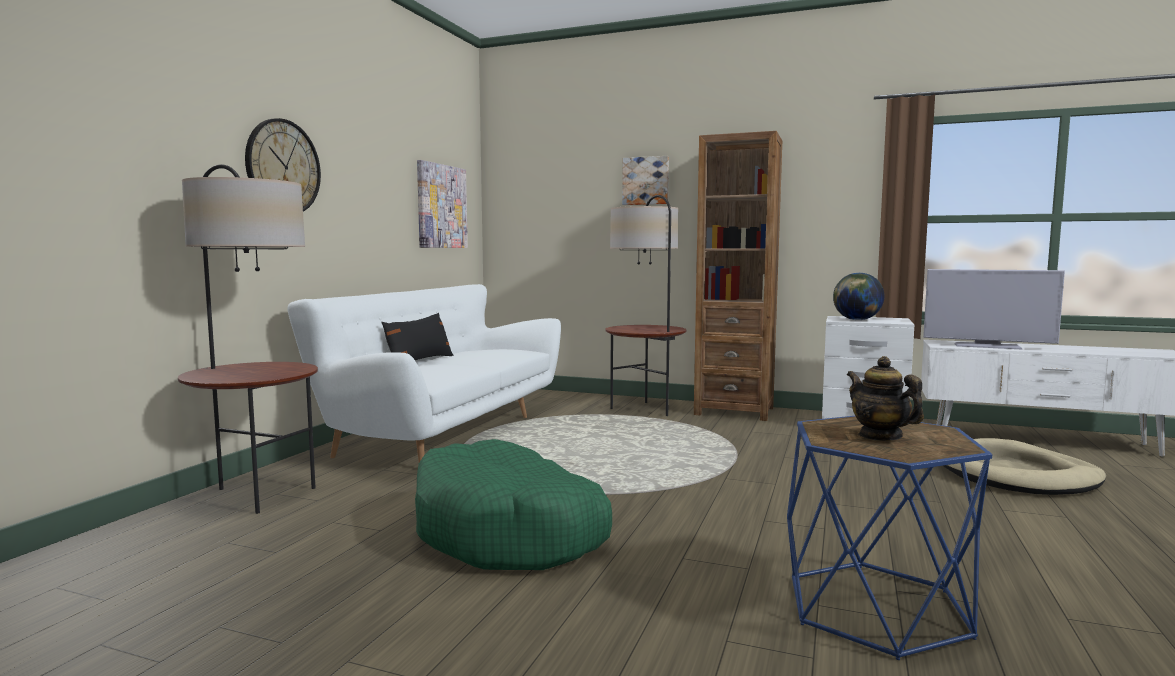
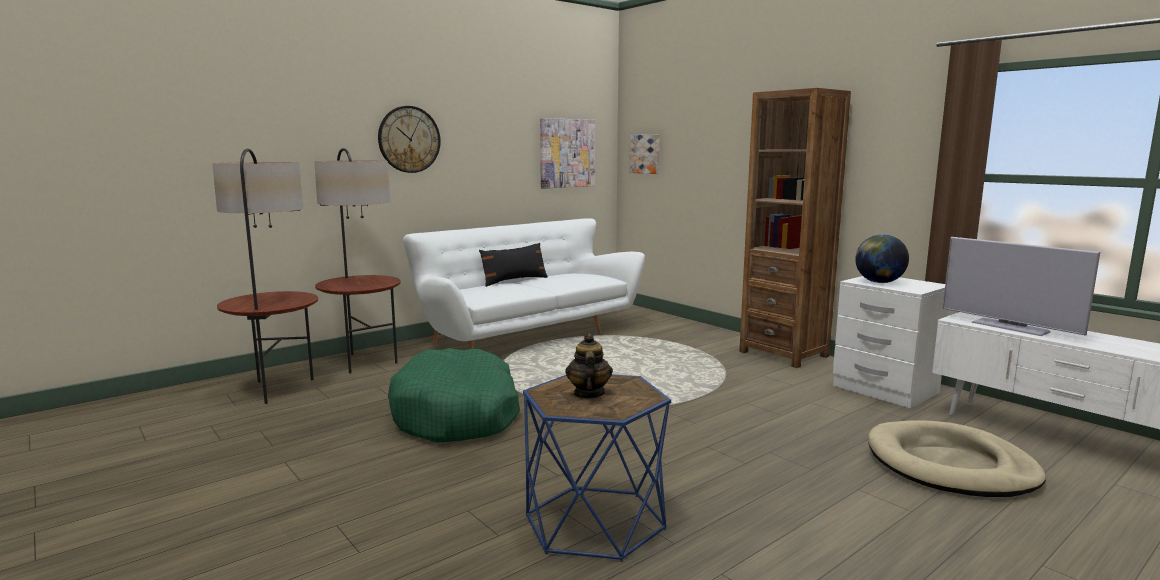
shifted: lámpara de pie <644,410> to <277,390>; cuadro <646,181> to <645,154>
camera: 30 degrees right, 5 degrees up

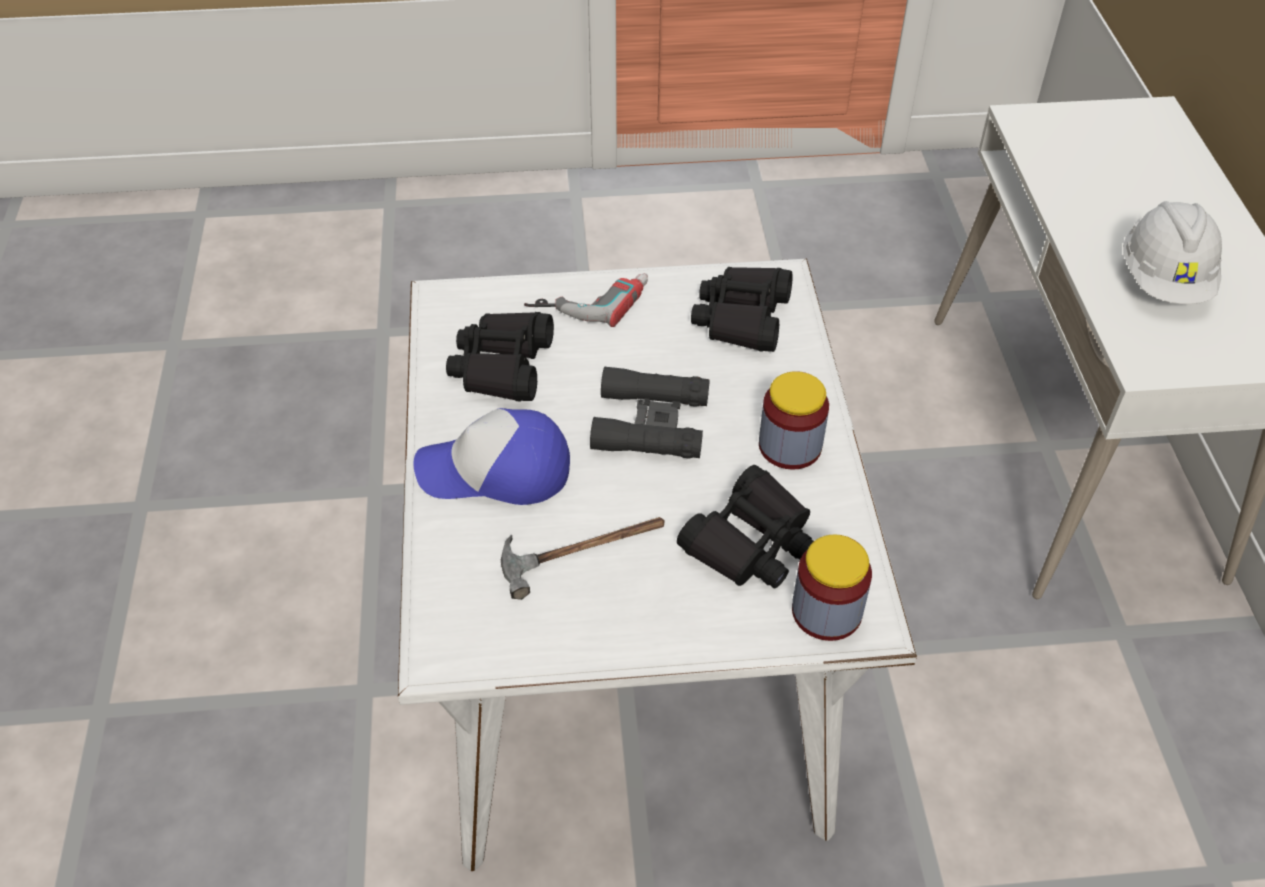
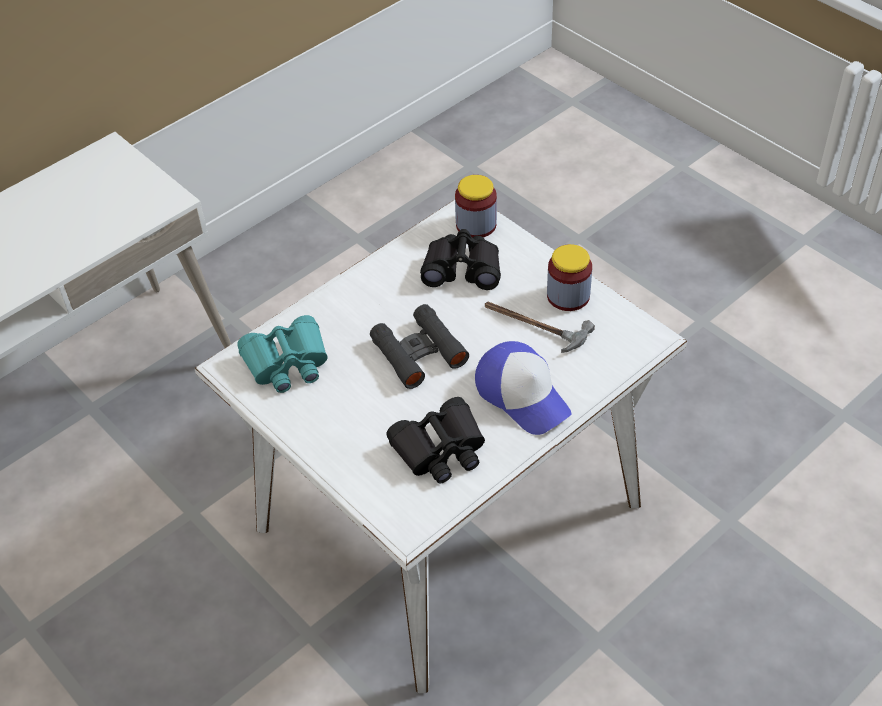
gone: taladro <589,298>; casco/blanco <1164,280>
shifted: tarro <790,446> to <568,296>
repainted: prismáticos/negro <742,318> to prismáticos/turquesa <287,363>
camera: 125 degrees left, 0 degrees up

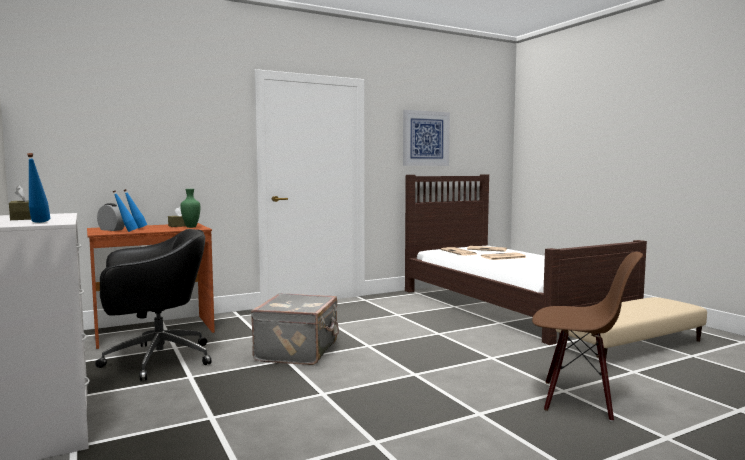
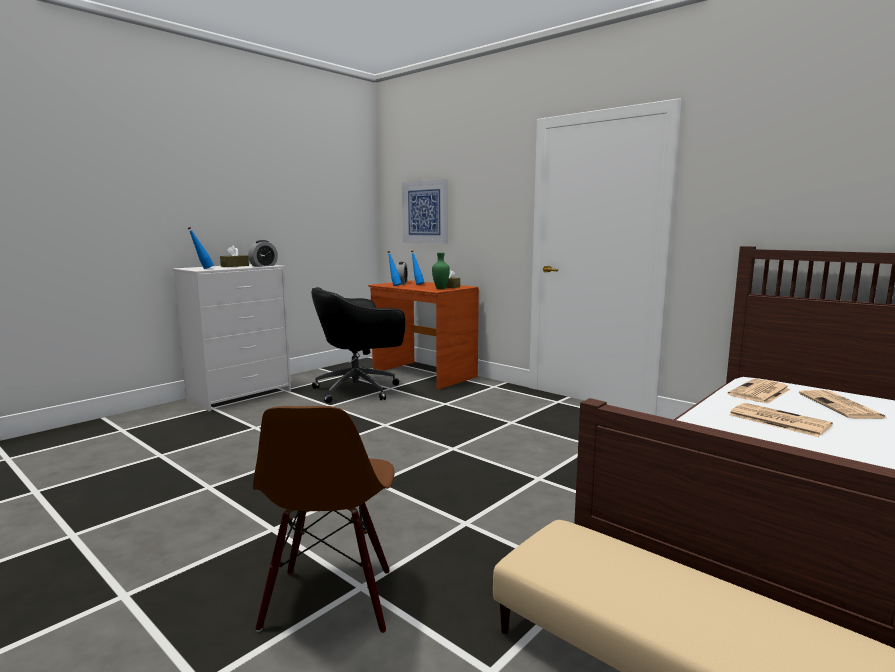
gone: maleta/gris <298,351>
new: despertador <263,266>
shifted: cuadro <426,138> to <425,212>
rotated: silla de oficina/negro <155,360> = <359,390> 105 degrees clockwise
camera: 70 degrees right, 5 degrees up

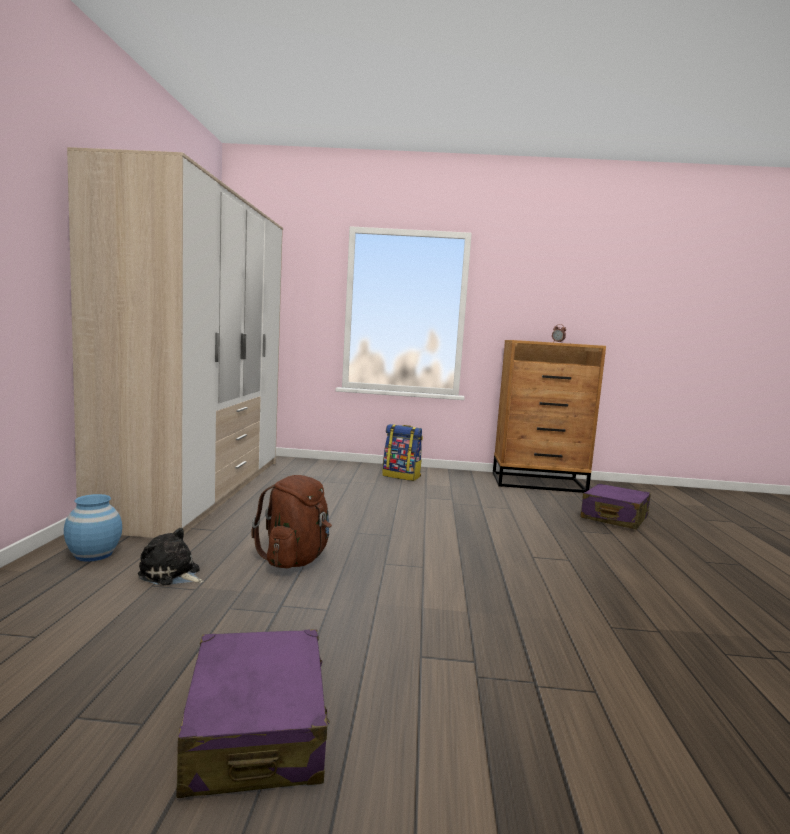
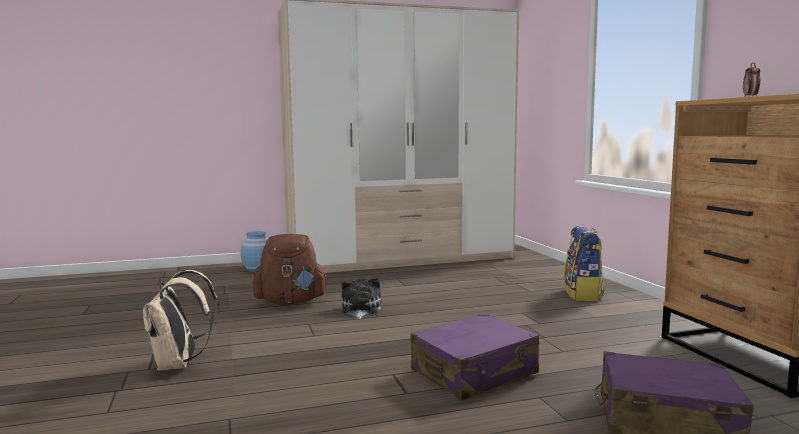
new: mochila/beis <179,365>
shifted: peluche <171,574> to <360,310>; maleta/morado <256,730> to <474,372>
camera: 70 degrees right, 0 degrees up

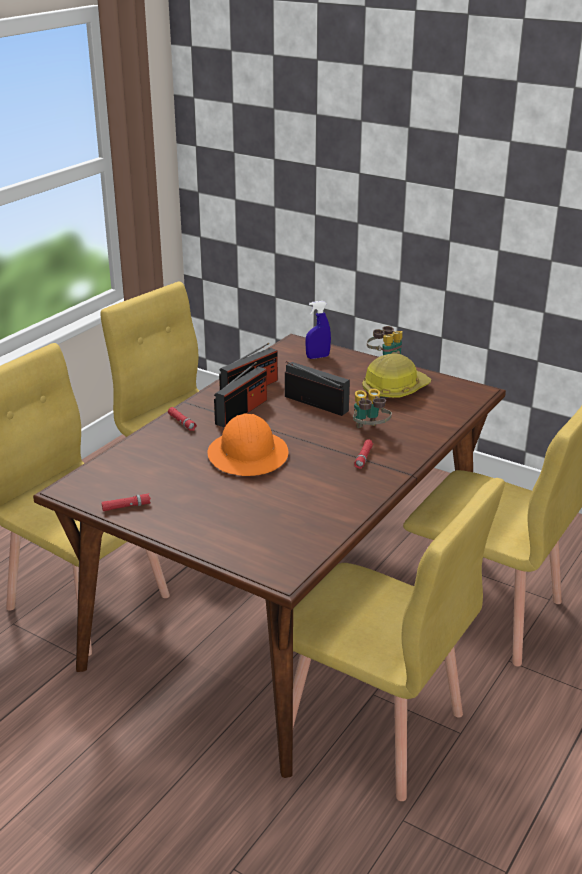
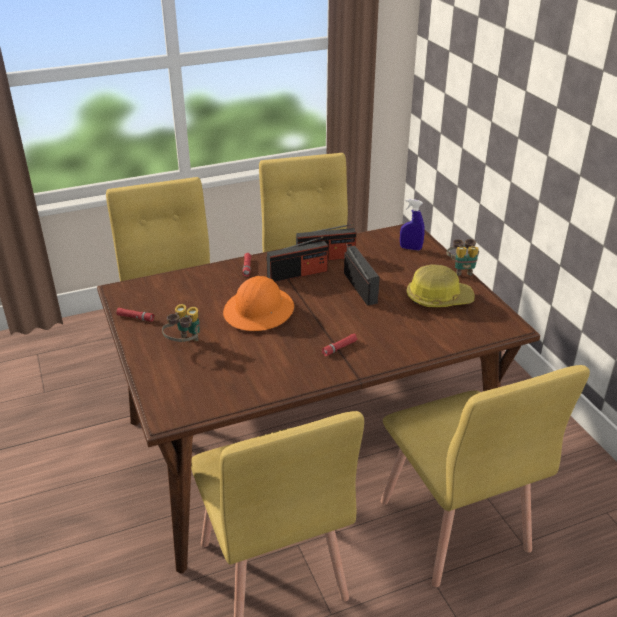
shifted: prismáticos <369,431> to <185,344>
camera: 35 degrees right, 5 degrees up

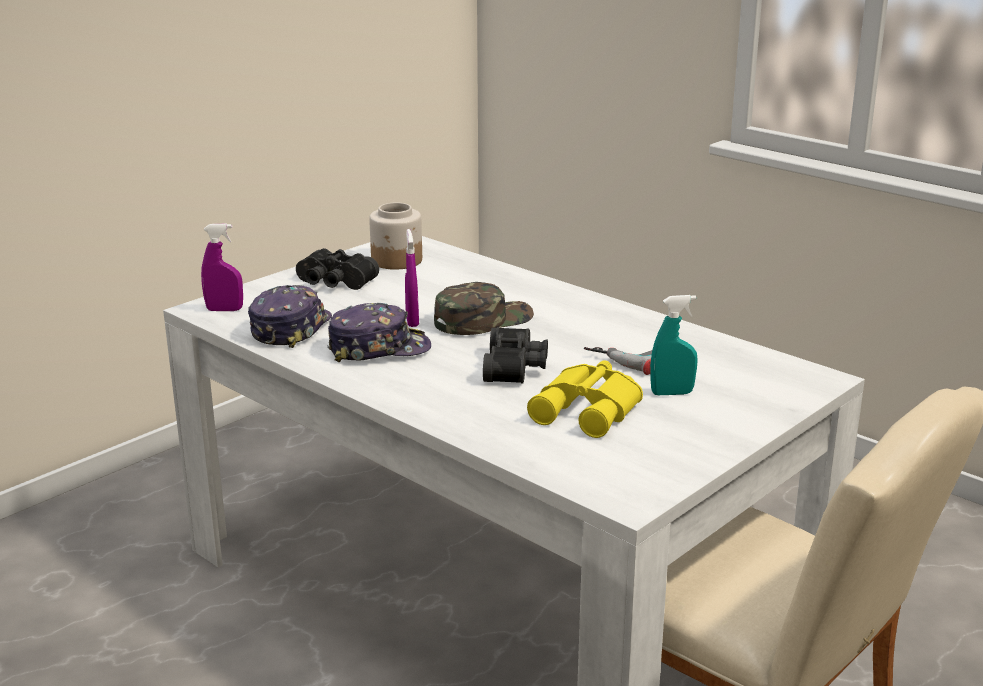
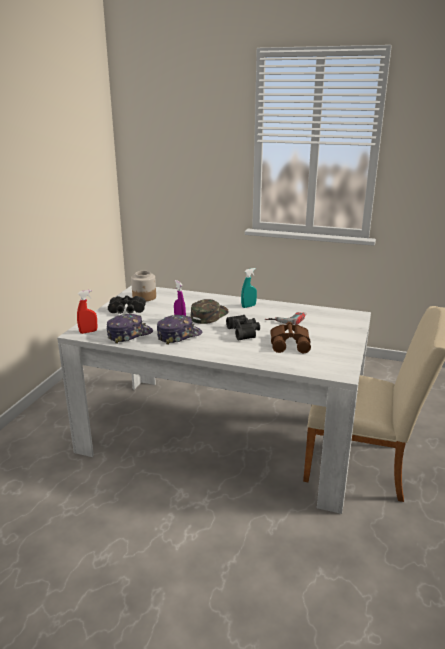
shifted: pulverizador/turquesa <672,393> to <248,306>
repainted: pulverizador/morado <224,310> to pulverizador/rojo <88,332>; prismáticos/amarillo <590,410> to prismáticos/marrón <291,343>
rotated: gorra <290,329> = <129,334> 60 degrees clockwise
camera: 25 degrees left, 0 degrees up

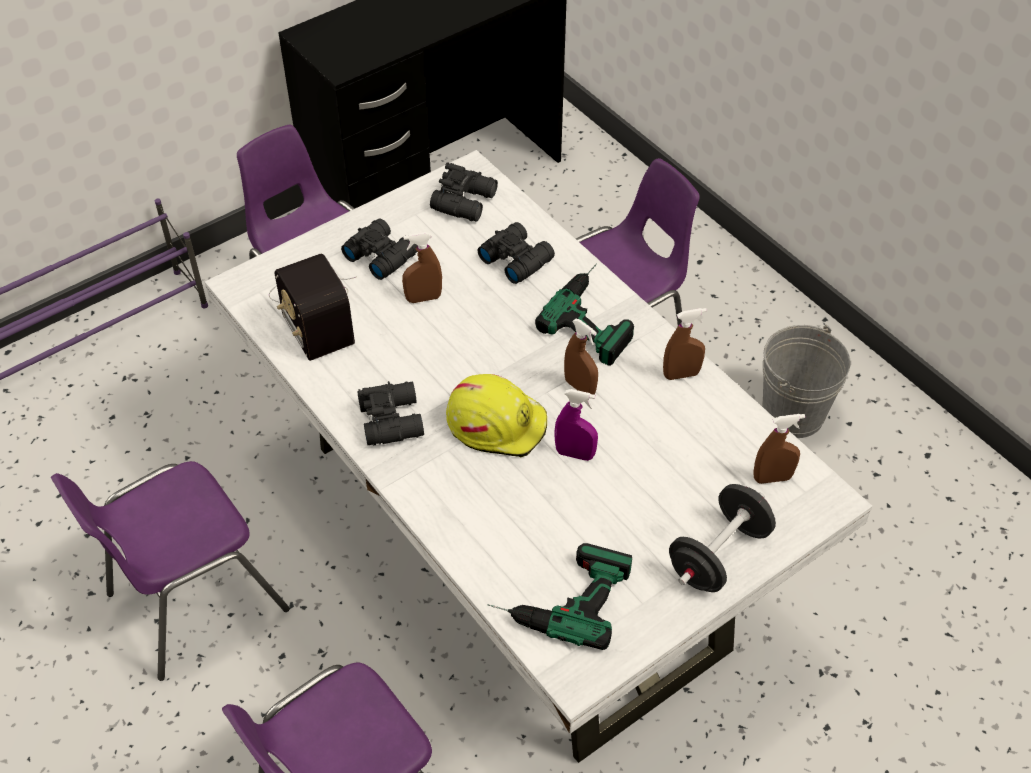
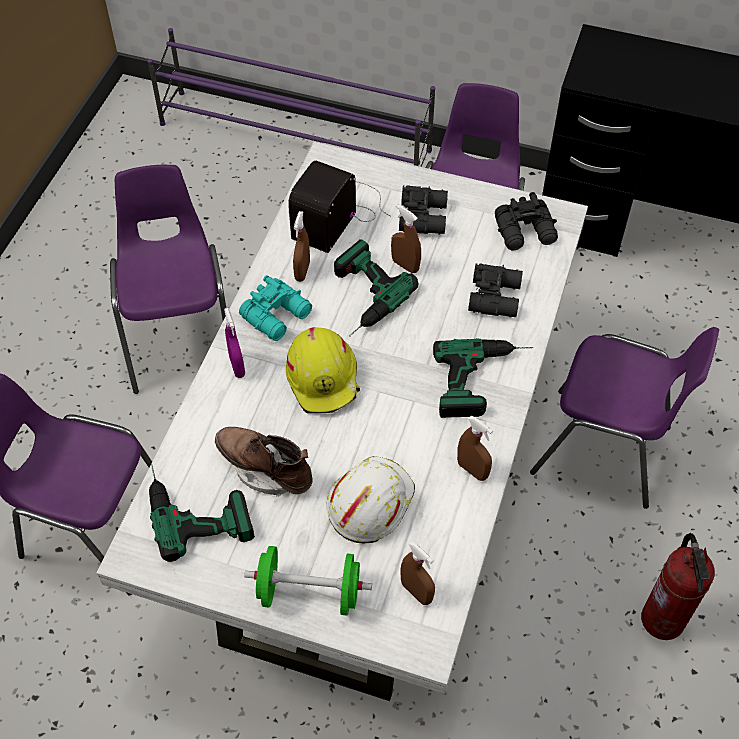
new: bota/marrón <265,469>; casco/blanco <369,502>; taladro <359,297>
shifted: pulverizador/morado <575,454> to <237,366>; pulverizador/marrón <580,387> to <302,271>
swapped: cubo/gris <793,413> to extintor <663,620>
repainted: prismáticos/negro <392,419> to prismáticos/turquesa <278,315>; mancuerna/negro <718,555> to mancuerna/verde <309,592>
rotated: silla/morado <192,602> = <181,338> 60 degrees clockwise
camera: 55 degrees right, 5 degrees up

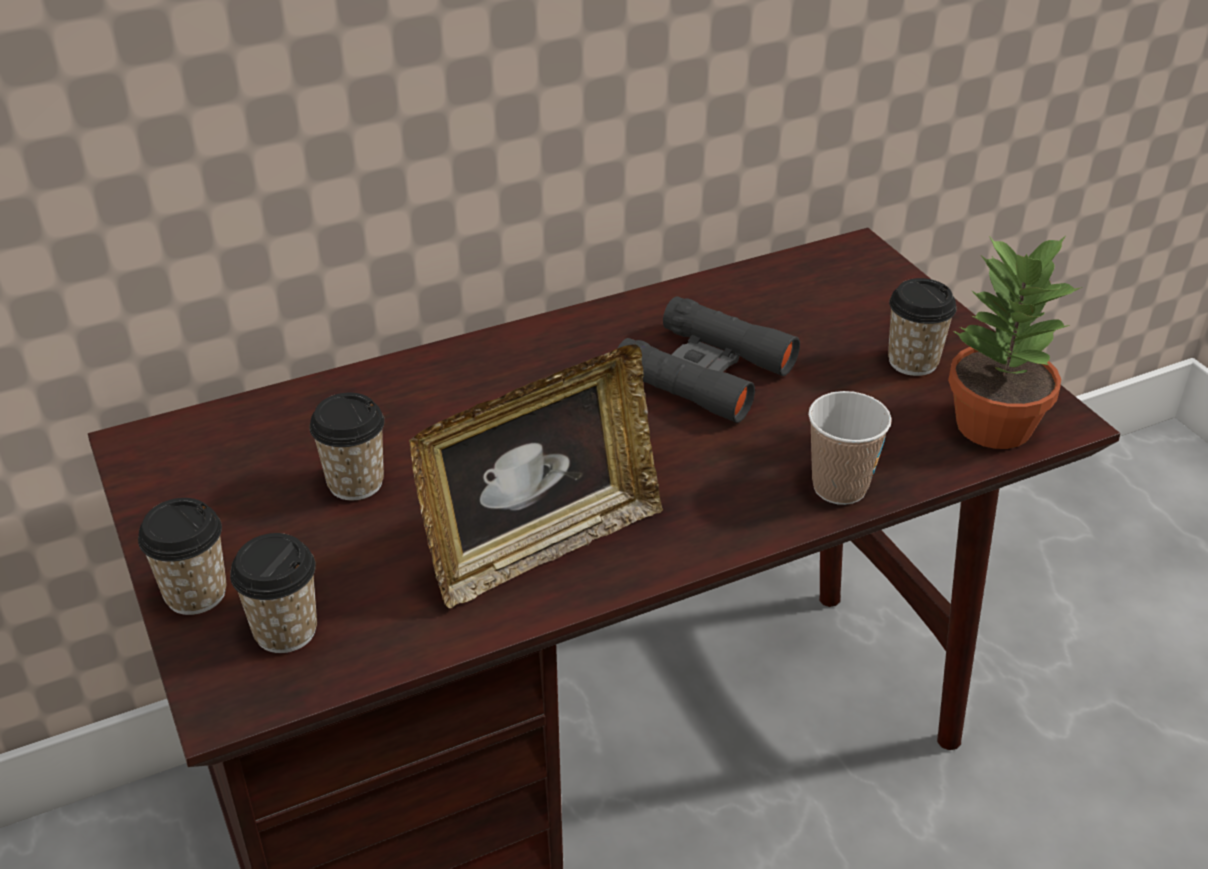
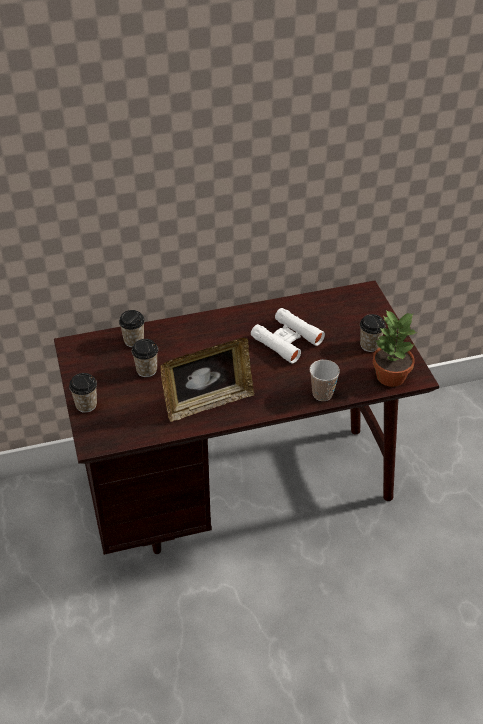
shifted: taza <285,631> to <134,341>
repainted: prismáticos/negro <705,372> to prismáticos/blanco <287,340>
camera: 10 degrees right, 5 degrees up

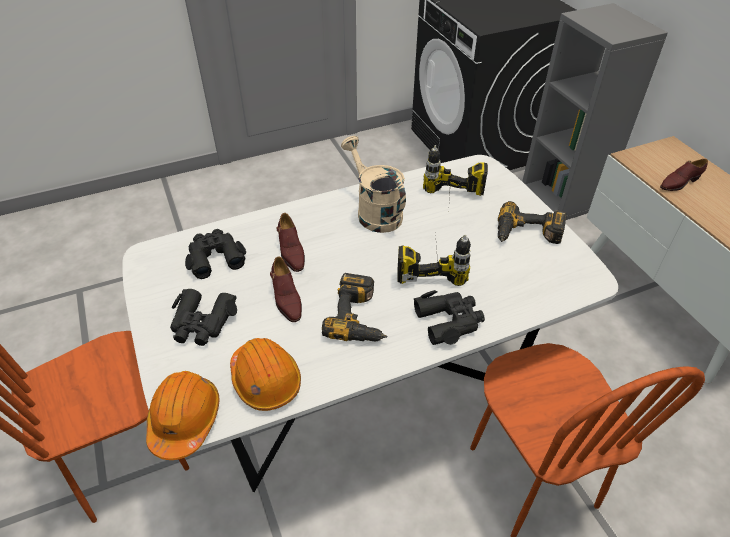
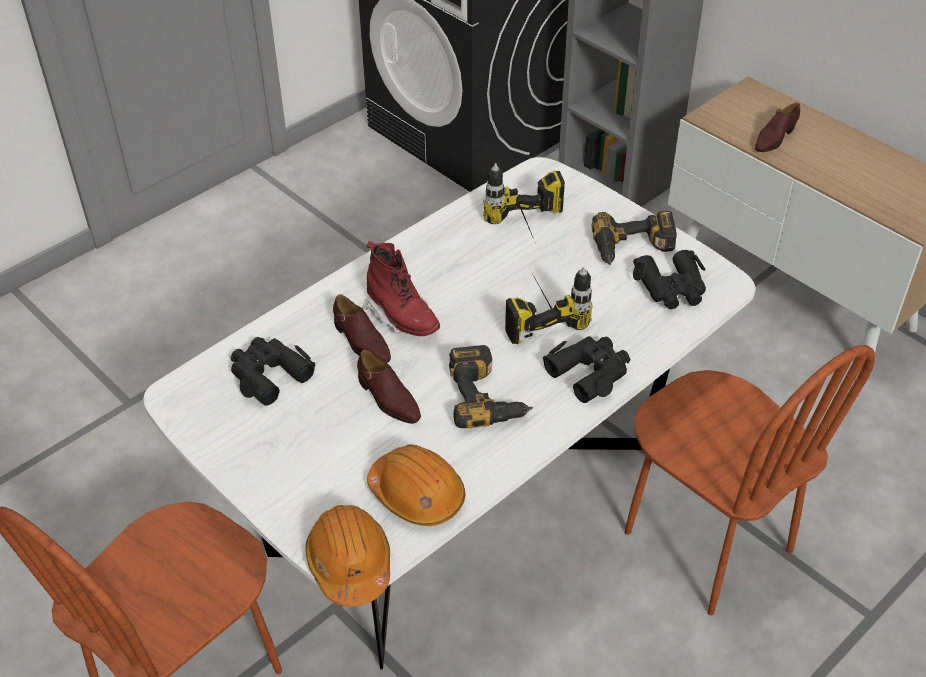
gone: regadera/beis <374,212>
new: bota/rojo <402,317>
shifted: prismáticos/negro <202,323> to <672,288>
camera: 20 degrees left, 0 degrees up

